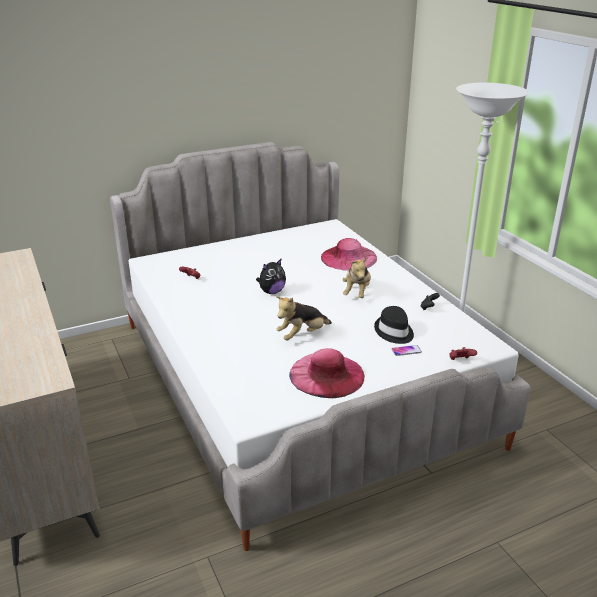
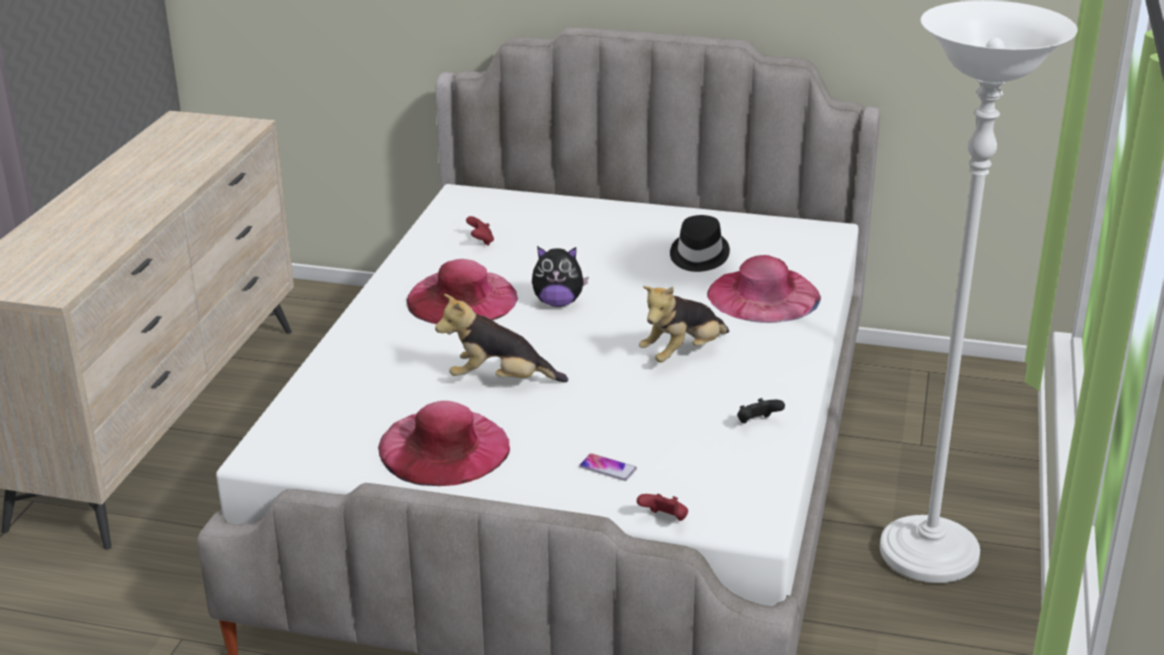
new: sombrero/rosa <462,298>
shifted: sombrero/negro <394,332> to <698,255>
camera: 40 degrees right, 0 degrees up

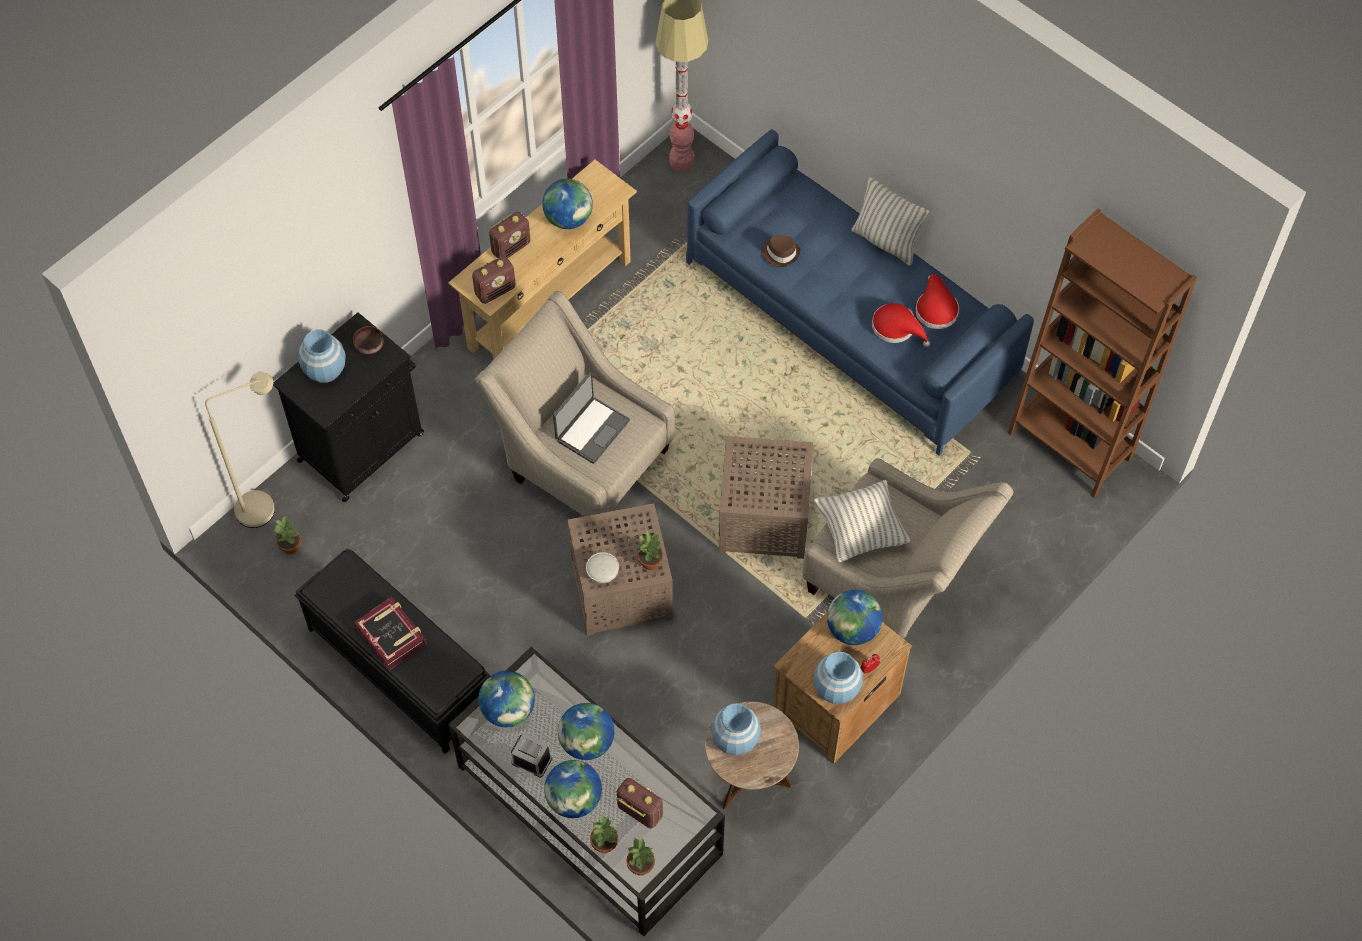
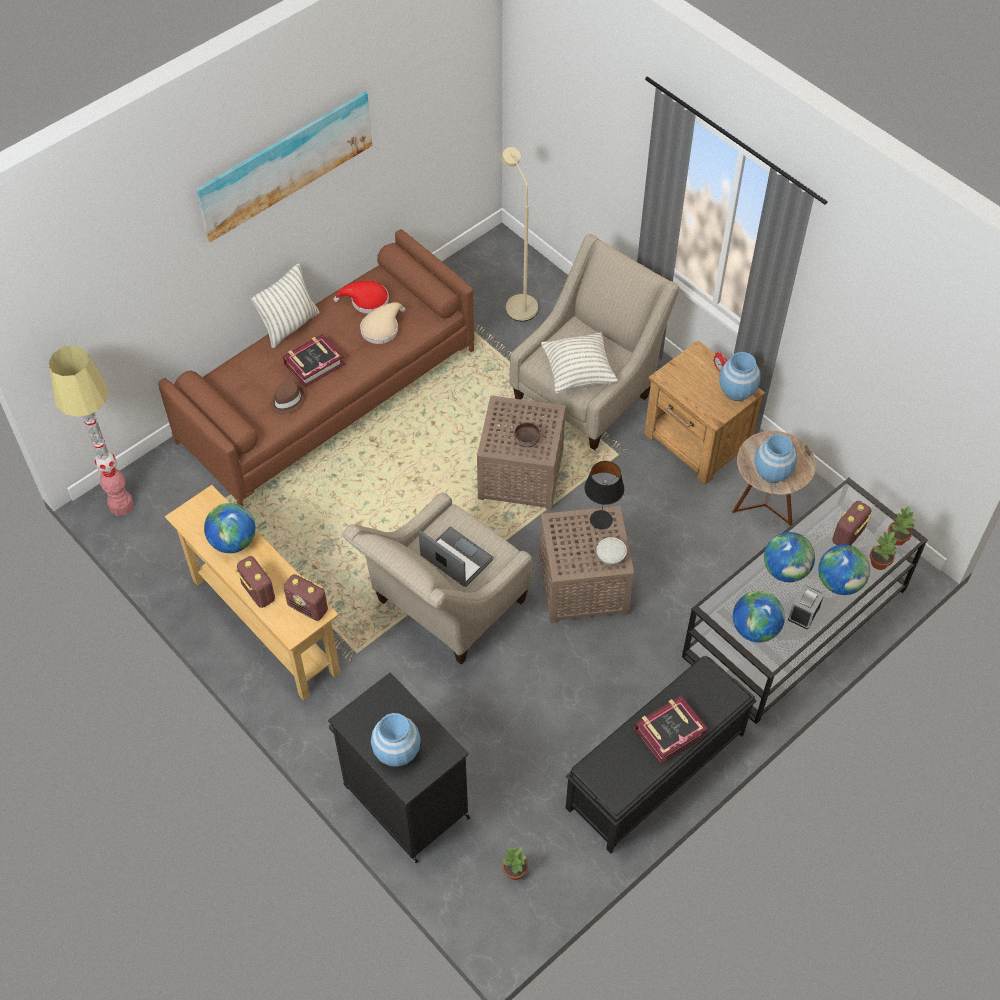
gone: globo terráqueo <852,629>; estantería/marrón <1070,445>
new: cuadro <284,163>; libro <314,364>
shifted: lámpara de pie/beis <266,506> to <518,303>; cuenco/marrón <370,345> to <526,439>
swapped: planta en maceta <650,561> to lámpara de mesa/negro <600,520>
repainted: sofá/azul <851,320> to sofá/marrón <328,394>; sombrero/rojo <897,328> to sombrero/beis <381,328>
rotated: radio <495,290> = <308,608> 150 degrees clockwise
camera: 85 degrees left, 5 degrees down

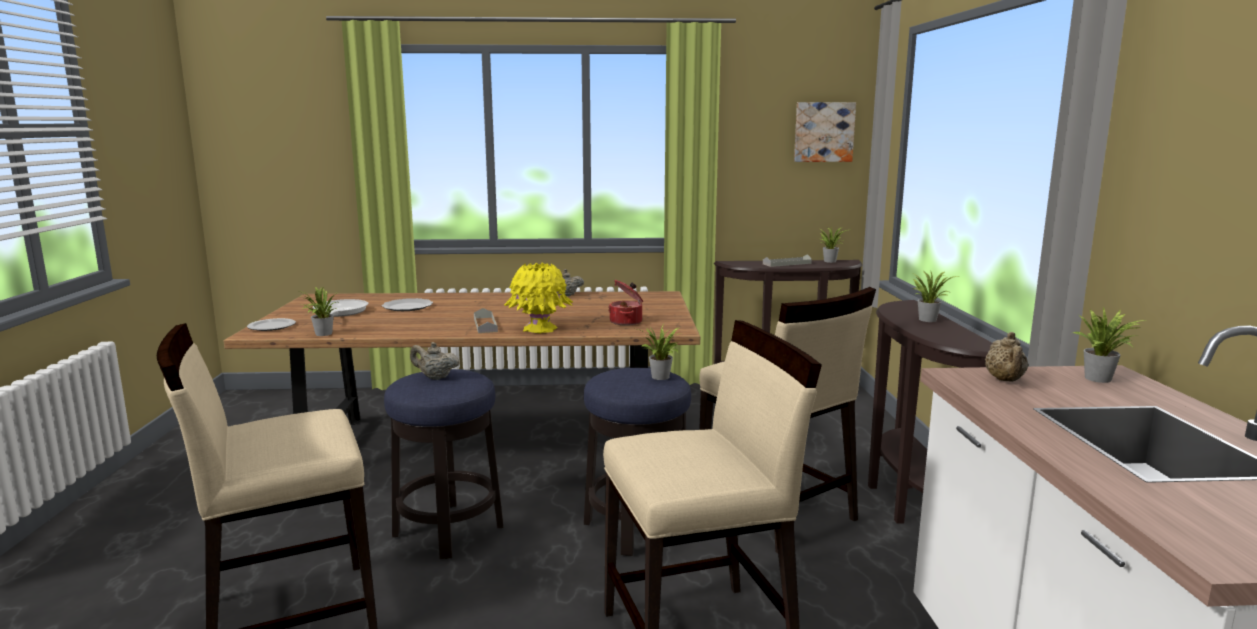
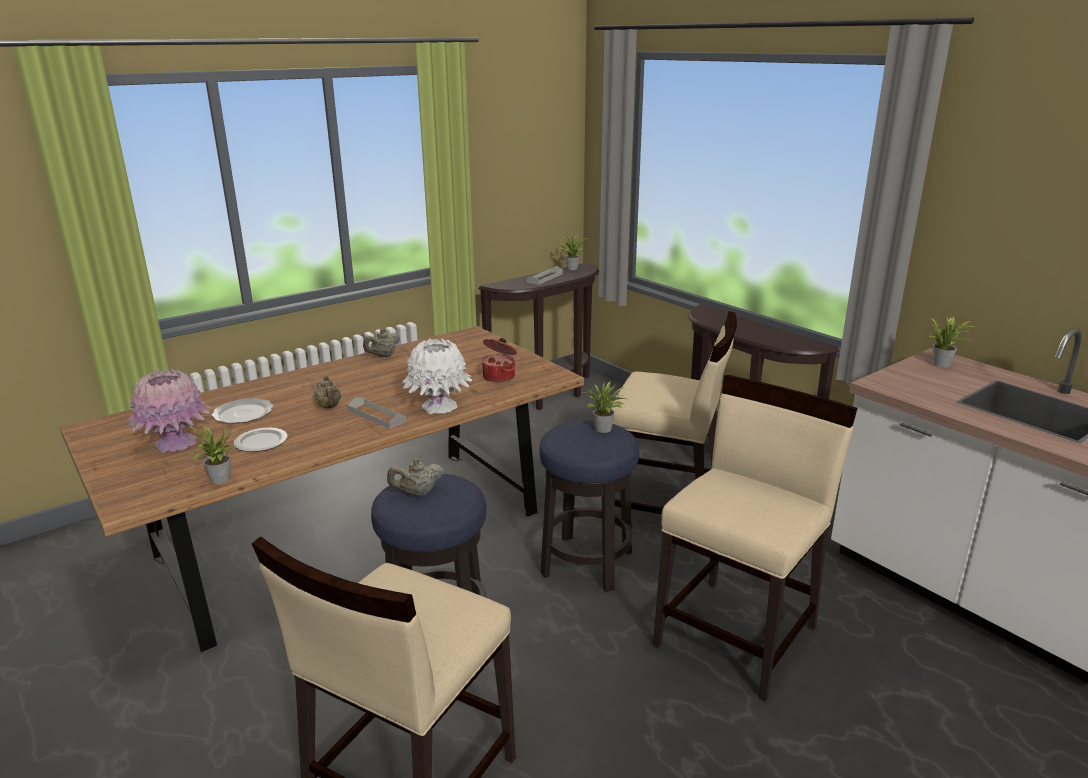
gone: cuadro <823,132>; planta en maceta <927,319>
shifted: plato <272,327> to <262,442>; tetera/beis <1005,380> to <329,407>
swapped: sartén <339,313> to florero/rosa <175,443>
repainted: florero/amarillo <539,329> to florero/blanco <439,407>
camera: 35 degrees left, 10 degrees up

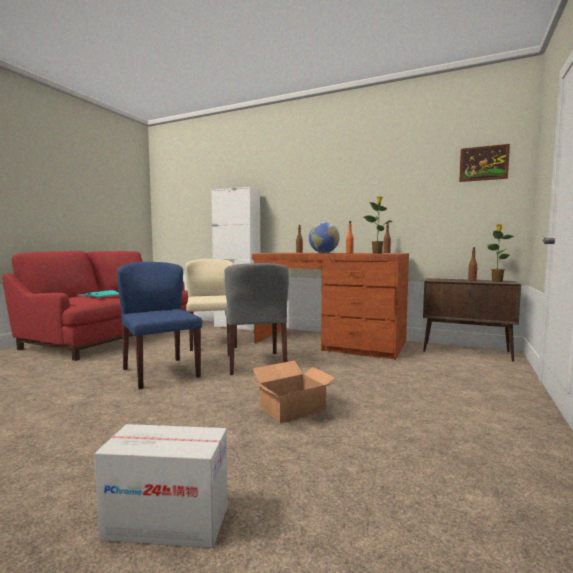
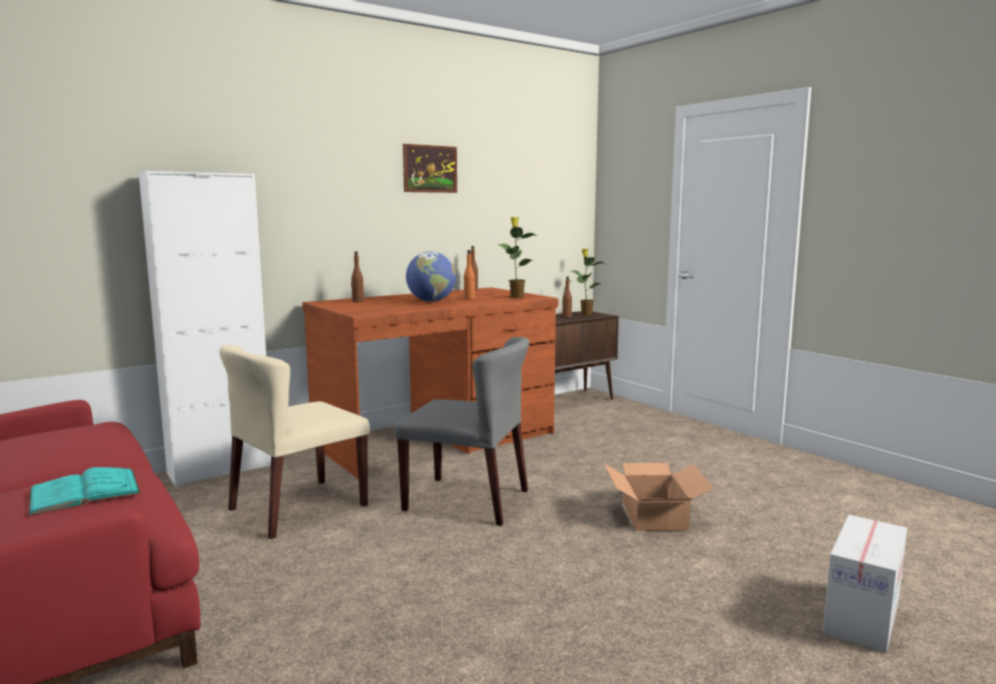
gone: silla/azul <160,372>
shifted: cuadro <483,163> to <430,169>
rotated: silla/beis <212,342> = <297,508> 60 degrees counterclockwise
camera: 60 degrees left, 5 degrees up

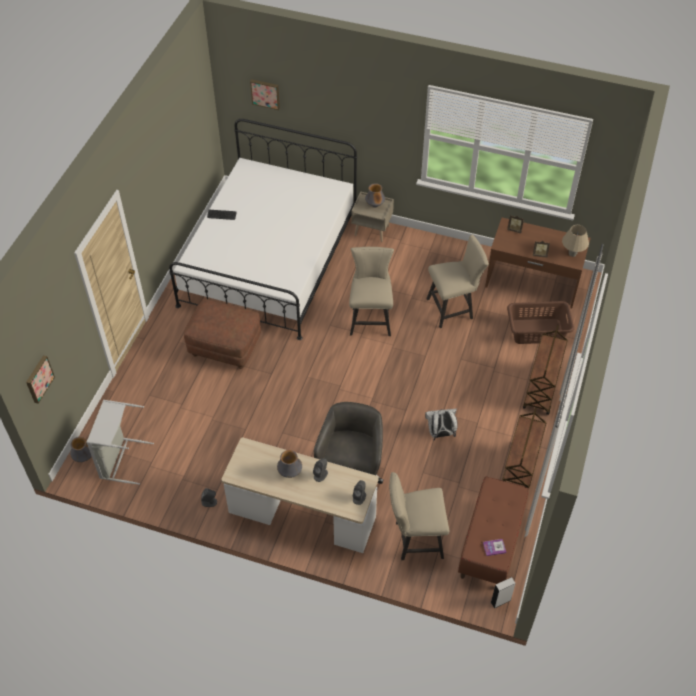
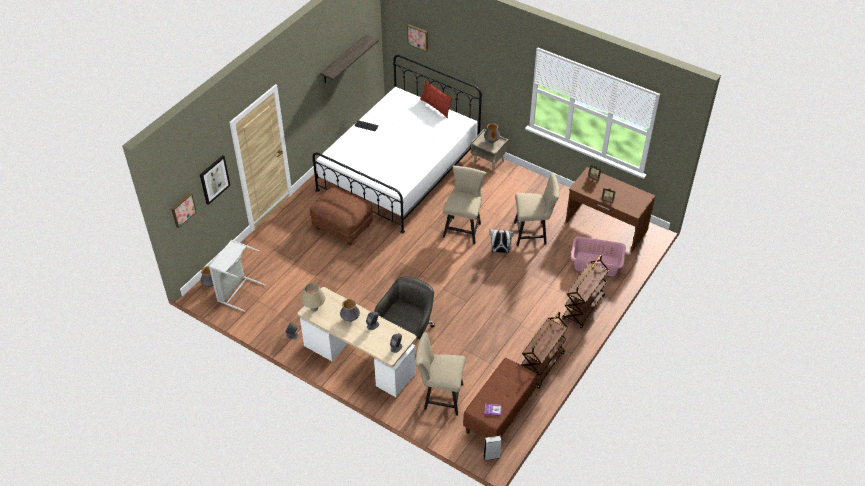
new: cuadro <214,179>; estante <343,59>; cojín <436,107>
shifted: mochila/blanco <440,434> to <500,251>; lámpara de mesa/beis <572,253> to <314,308>
repainted: cesto de la ropa/marrón <537,331> to cesto de la ropa/rosa <596,264>
camera: 15 degrees right, 5 degrees down

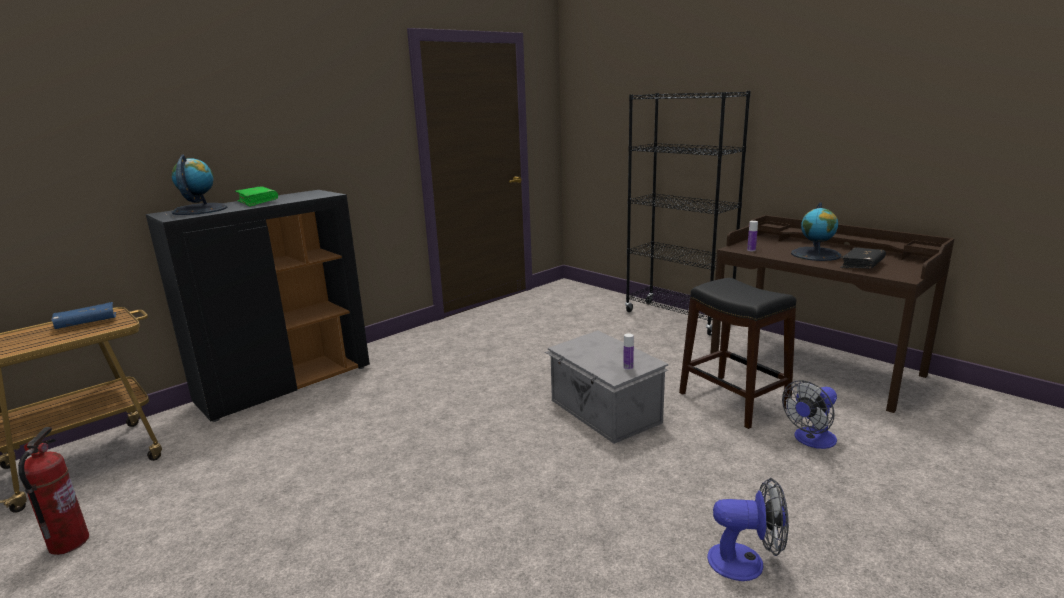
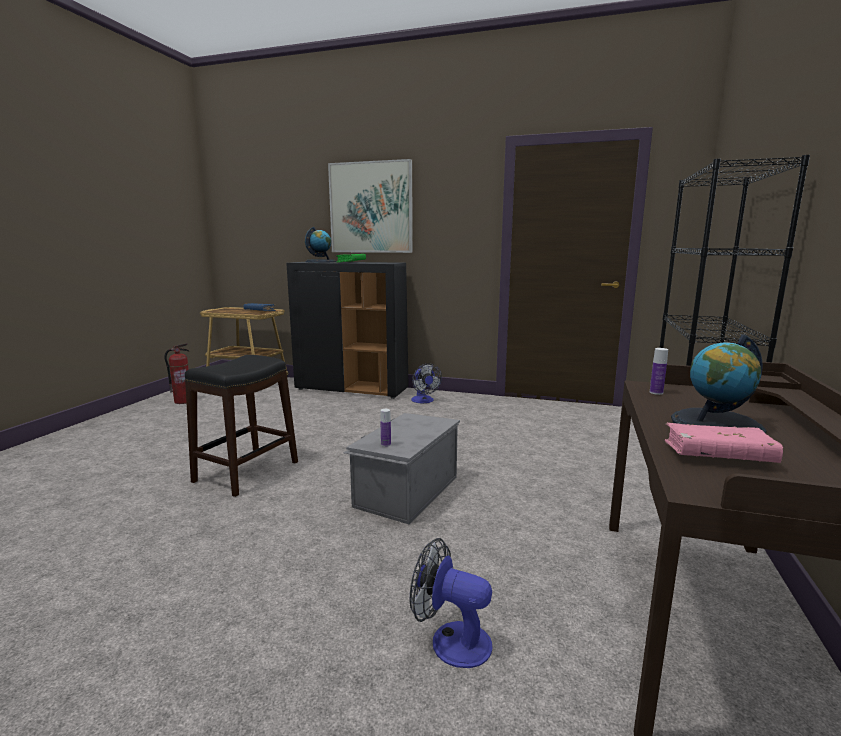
new: cuadro <371,208>
shifted: taburete/negro <733,401> to <246,471>; ventilador <746,562> to <424,401>
repainted: libro/negro <862,265> to libro/rosa <717,455>
camera: 60 degrees right, 5 degrees down

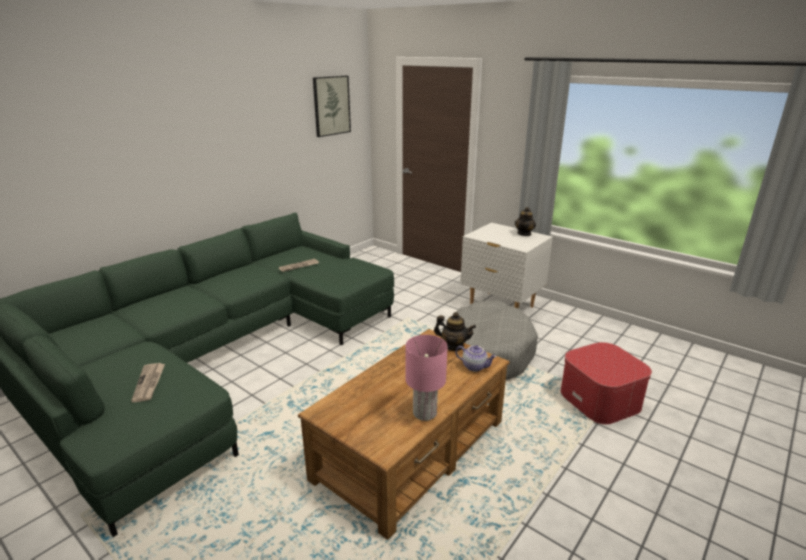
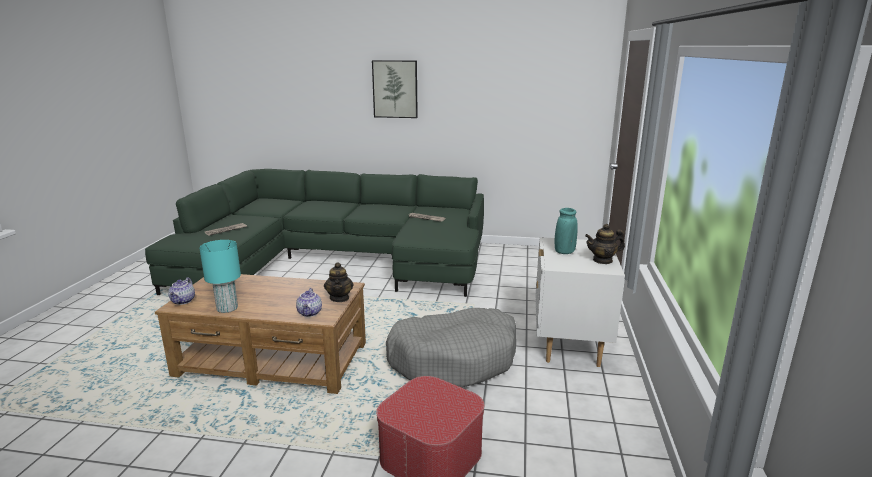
new: tetera <183,301>; florero/turquesa <564,252>
shifted: cuadro <331,105> to <395,89>
repainted: lámpara de mesa/rosa <425,413> to lámpara de mesa/turquesa <227,308>
camera: 60 degrees right, 5 degrees down

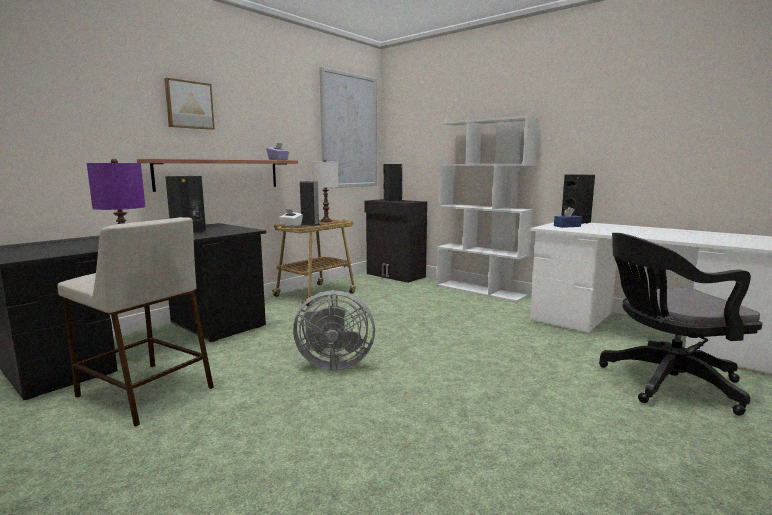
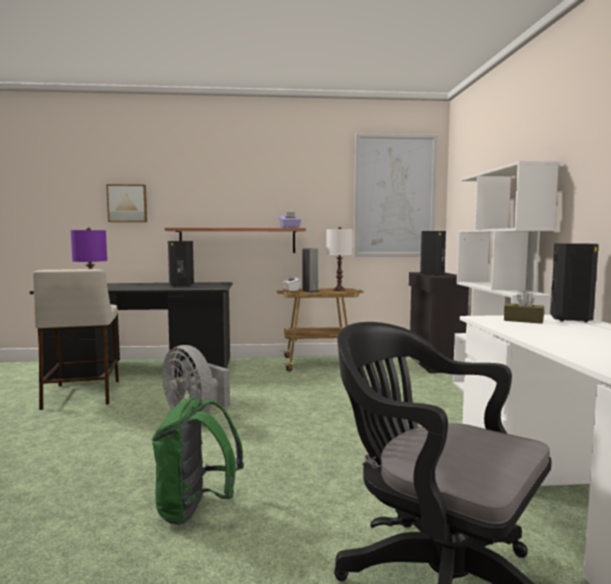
new: mochila/verde <196,510>
shifted: cuadro <189,105> to <127,203>
repainted: caja de pañuelos/azul <567,226> to caja de pañuelos/marrón <523,320>
camera: 45 degrees right, 5 degrees down

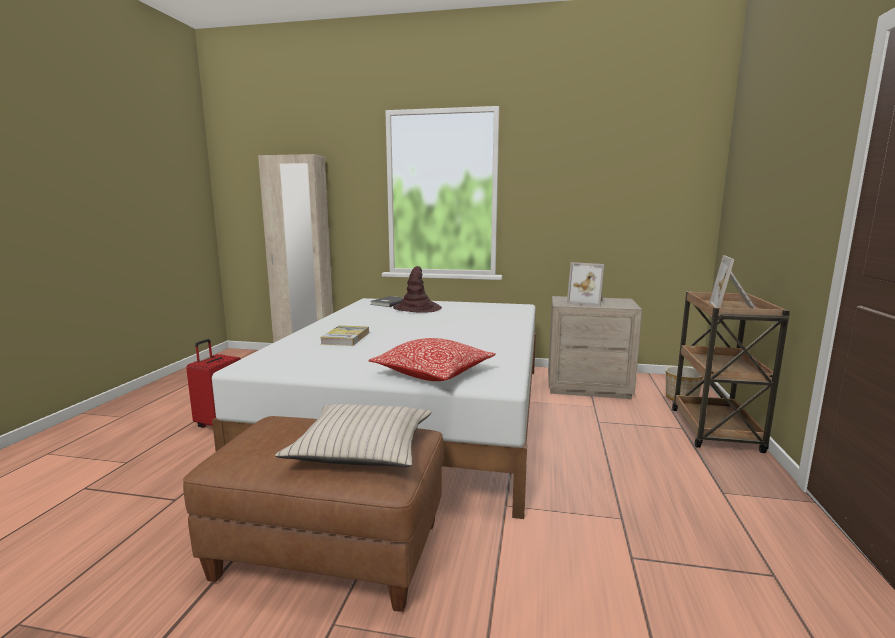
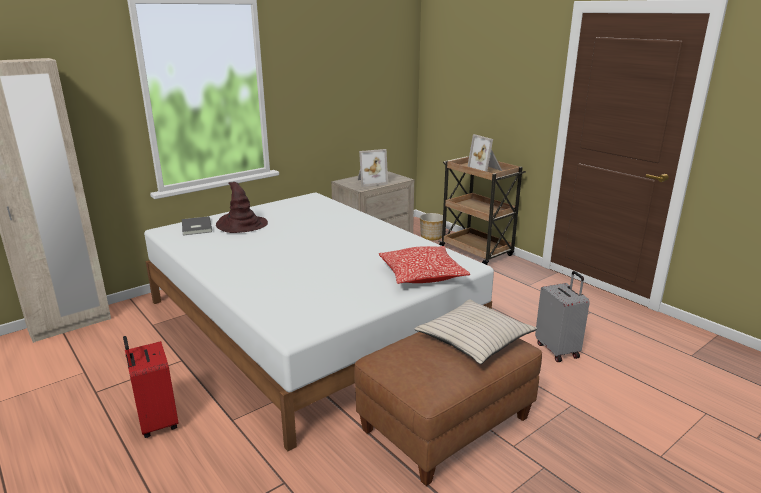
gone: libro <345,338>
new: maleta/gris <558,350>
camera: 50 degrees left, 10 degrees up

